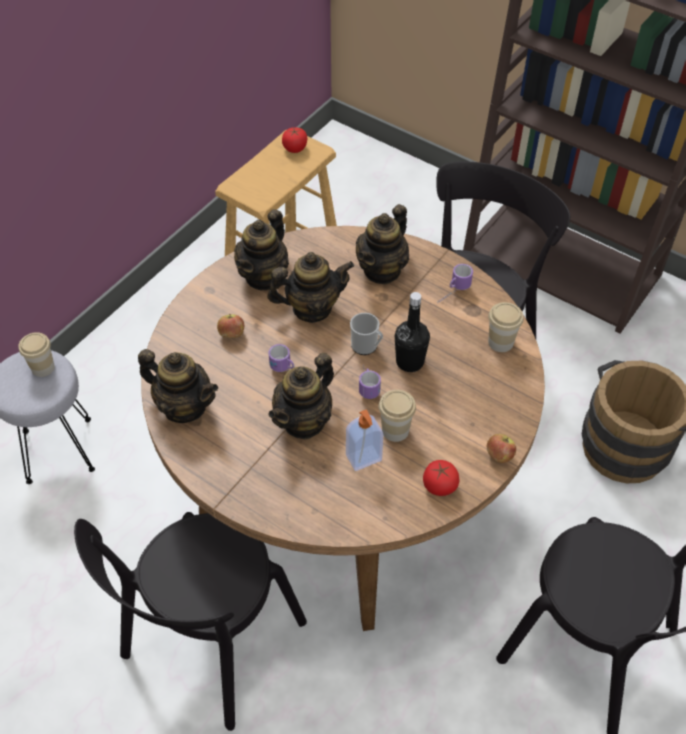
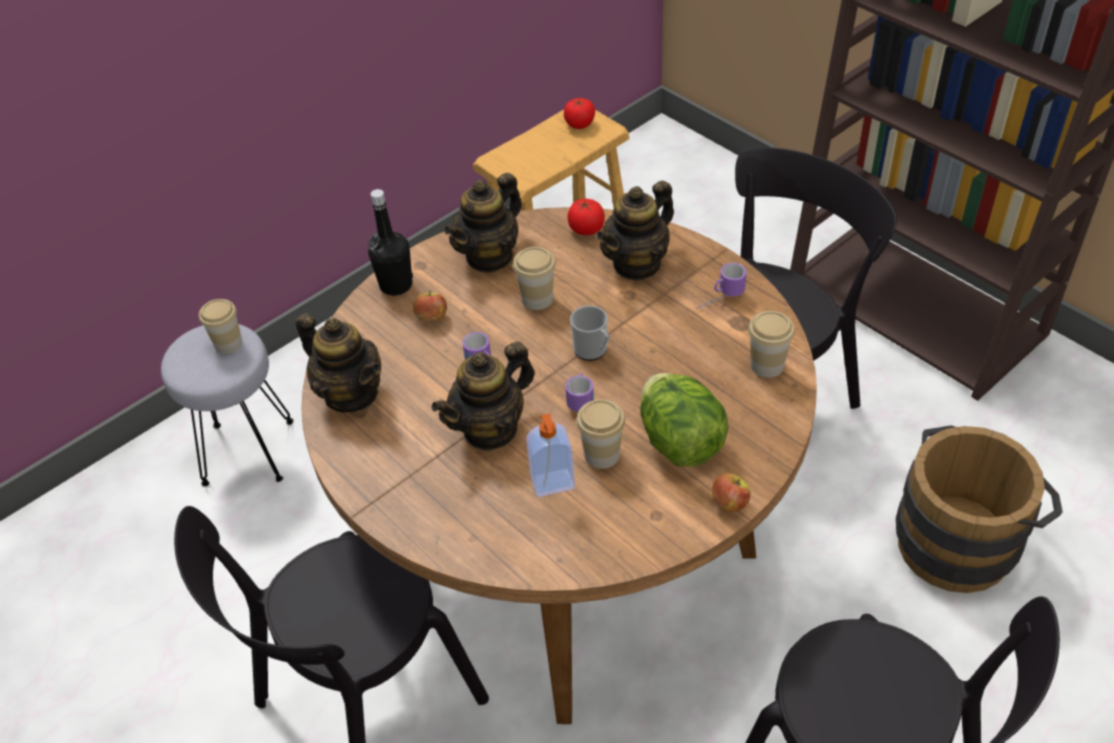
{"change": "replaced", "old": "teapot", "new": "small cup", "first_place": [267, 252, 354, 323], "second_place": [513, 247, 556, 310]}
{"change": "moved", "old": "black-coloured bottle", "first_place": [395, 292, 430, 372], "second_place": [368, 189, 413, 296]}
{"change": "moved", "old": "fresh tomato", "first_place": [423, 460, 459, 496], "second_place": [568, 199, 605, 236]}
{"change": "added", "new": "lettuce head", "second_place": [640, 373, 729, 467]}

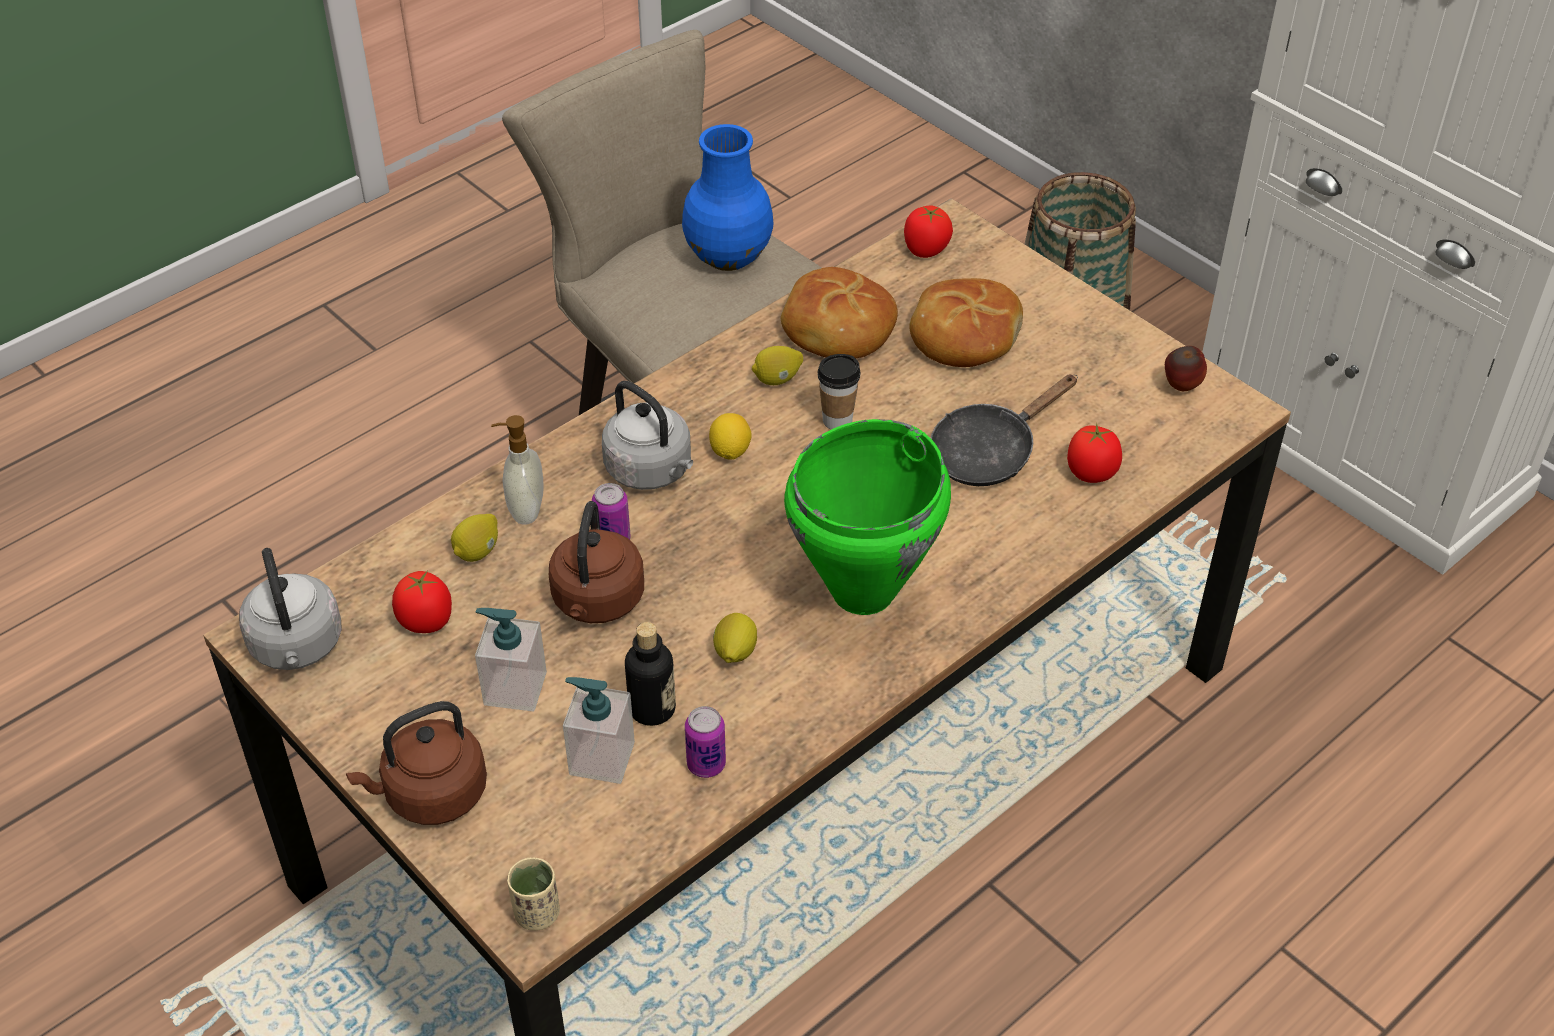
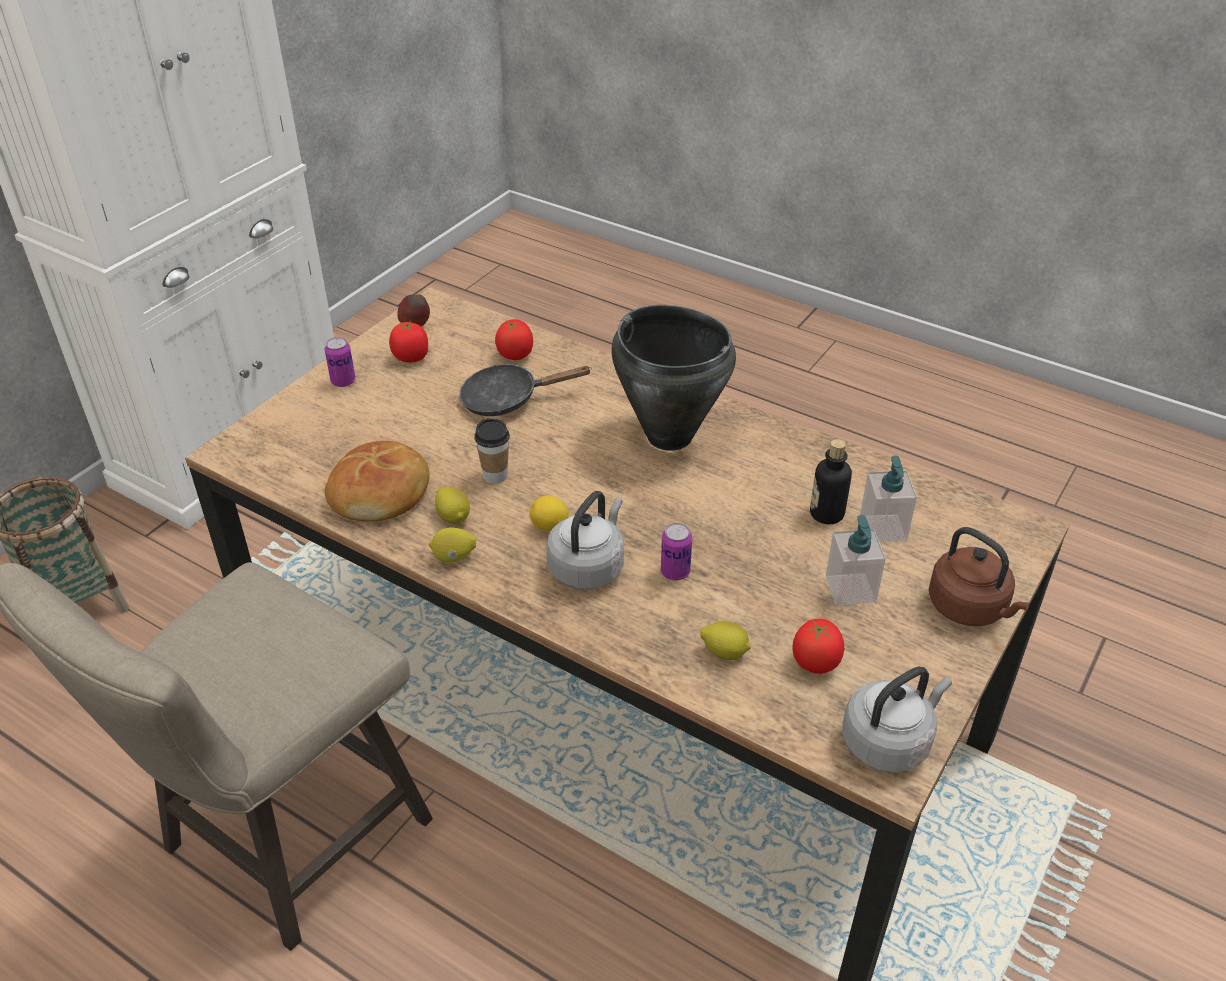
{"change": "removed", "old": "blue-coloured vase", "first_place": [682, 124, 774, 271]}
{"change": "moved", "old": "fresh tomato", "first_place": [904, 206, 953, 258], "second_place": [389, 320, 428, 362]}
{"change": "removed", "old": "bread", "first_place": [909, 278, 1023, 367]}
{"change": "turned", "old": "black-coloured pan", "first_place": [931, 374, 1078, 486], "second_place": [459, 364, 592, 416], "degrees": 135}
{"change": "removed", "old": "soap bottle", "first_place": [491, 415, 544, 525]}
{"change": "recoloured", "old": "green-coloured saucepot", "new": "black-coloured saucepot", "first_place": [784, 419, 951, 615], "second_place": [611, 305, 736, 451]}
{"change": "removed", "old": "brown-coloured water kettle", "first_place": [549, 501, 644, 623]}
{"change": "moved", "old": "citrus fruit", "first_place": [713, 613, 757, 663], "second_place": [429, 527, 476, 563]}
{"change": "moved", "old": "metal can", "first_place": [685, 706, 726, 778], "second_place": [325, 337, 355, 387]}
{"change": "removed", "old": "beige small cup", "first_place": [507, 858, 560, 931]}

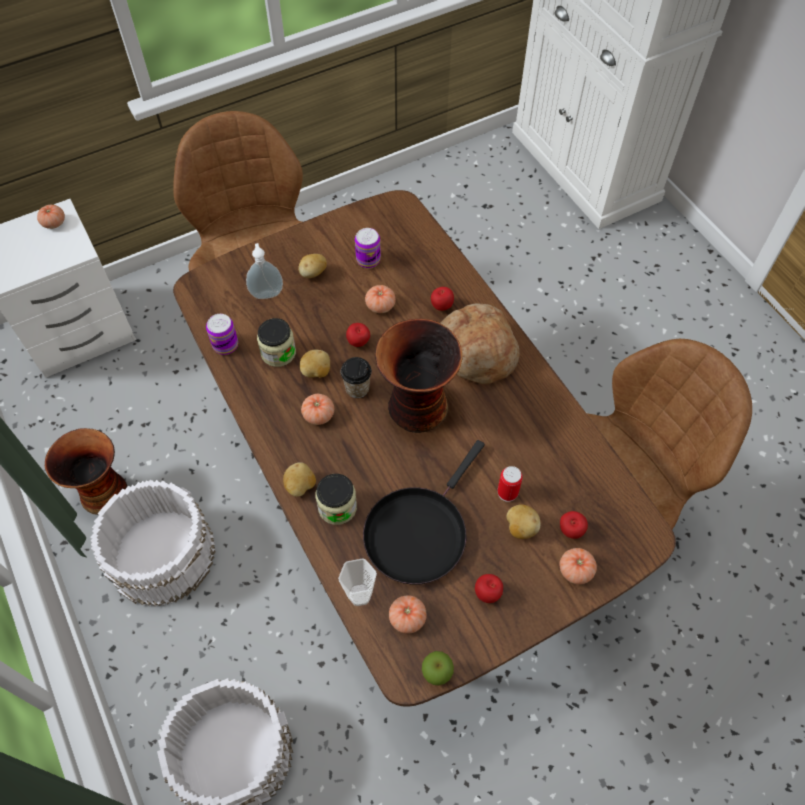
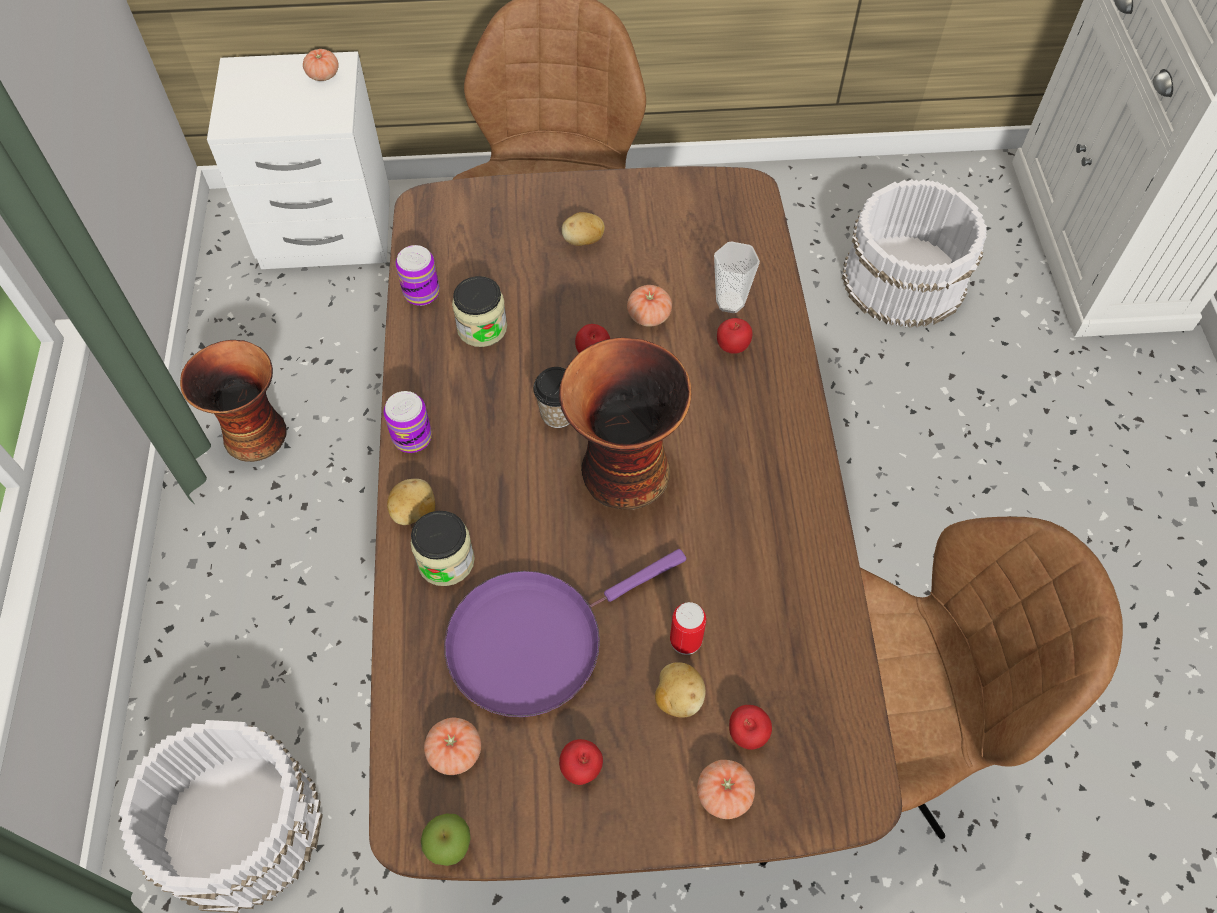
{"change": "moved", "old": "metal can", "first_place": [355, 228, 381, 268], "second_place": [384, 391, 432, 453]}
{"change": "removed", "old": "soap bottle", "first_place": [246, 243, 283, 299]}
{"change": "removed", "old": "bread", "first_place": [441, 303, 520, 385]}
{"change": "removed", "old": "whole potato", "first_place": [300, 349, 330, 378]}
{"change": "removed", "old": "fresh tomato", "first_place": [301, 394, 334, 425]}
{"change": "recoloured", "old": "black-coloured pan", "new": "purple-coloured pan", "first_place": [363, 440, 485, 585], "second_place": [444, 549, 686, 717]}
{"change": "moved", "old": "whitish bucket", "first_place": [90, 480, 215, 607], "second_place": [842, 179, 987, 328]}
{"change": "moved", "old": "small cup", "first_place": [338, 558, 377, 606], "second_place": [714, 241, 760, 313]}

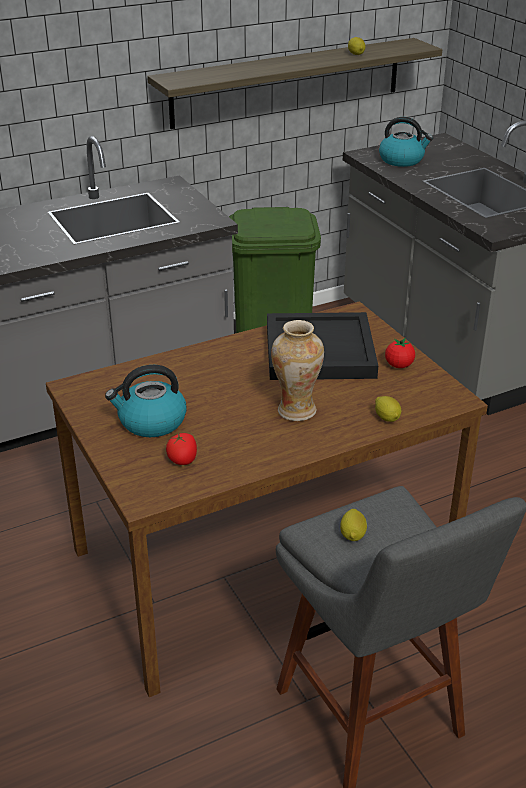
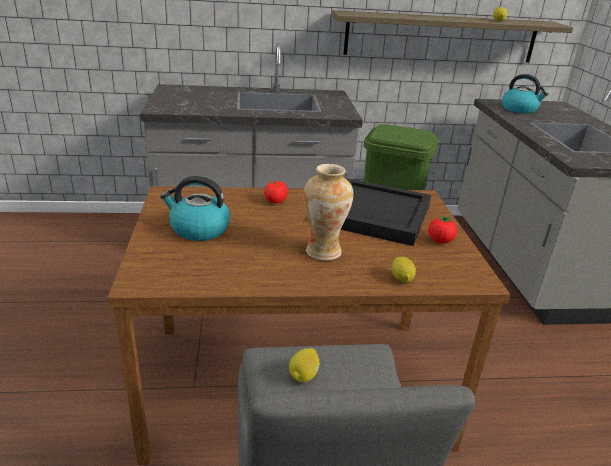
{"change": "moved", "old": "fresh tomato", "first_place": [166, 433, 197, 465], "second_place": [264, 180, 288, 203]}

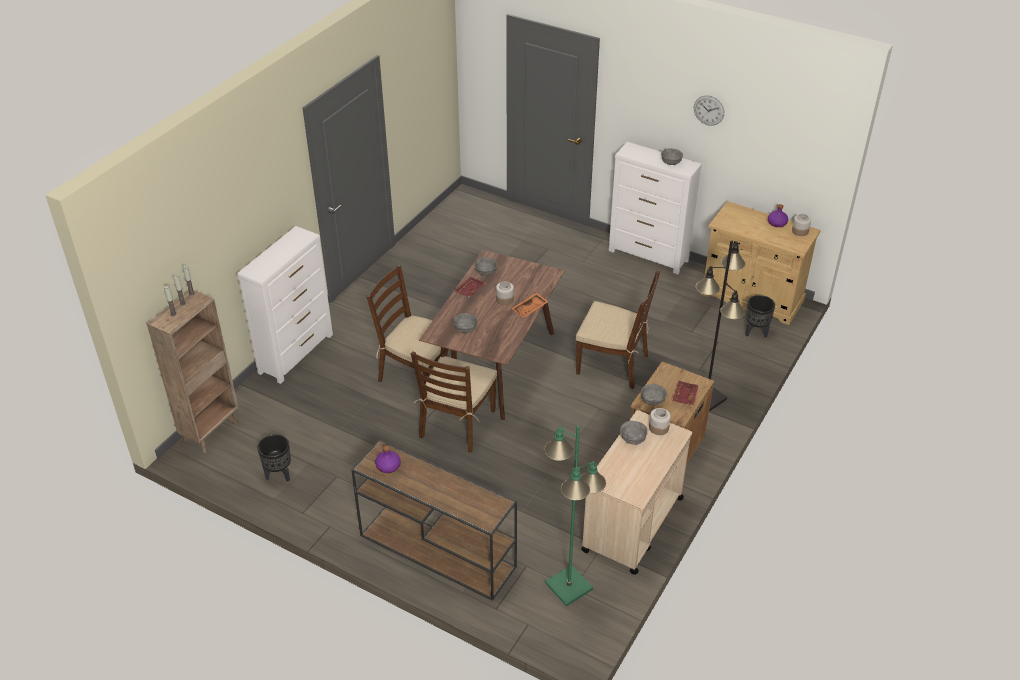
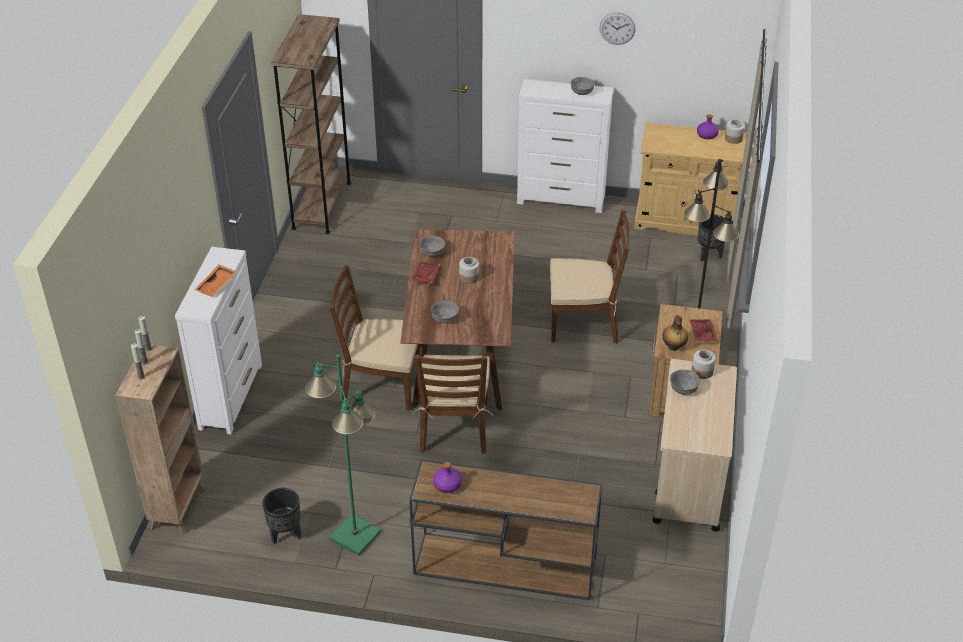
{"change": "moved", "old": "orange-coloured serving tray", "first_place": [511, 293, 548, 318], "second_place": [194, 264, 237, 297]}
{"change": "replaced", "old": "greyish bowl", "new": "bottle", "first_place": [641, 384, 667, 405], "second_place": [663, 315, 688, 351]}
{"change": "moved", "old": "green-coloured standing lamp", "first_place": [544, 425, 606, 606], "second_place": [305, 354, 381, 556]}
{"change": "added", "new": "brown-coloured bookshelf", "second_place": [271, 14, 351, 234]}

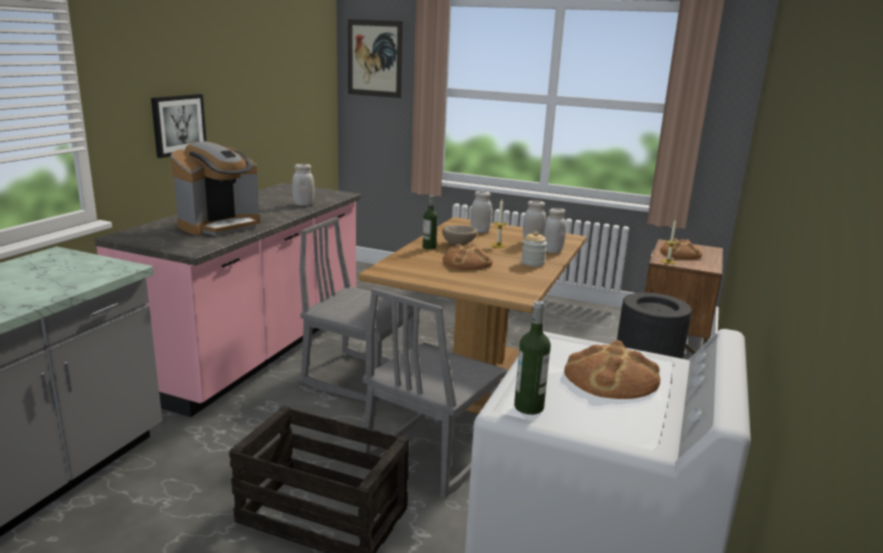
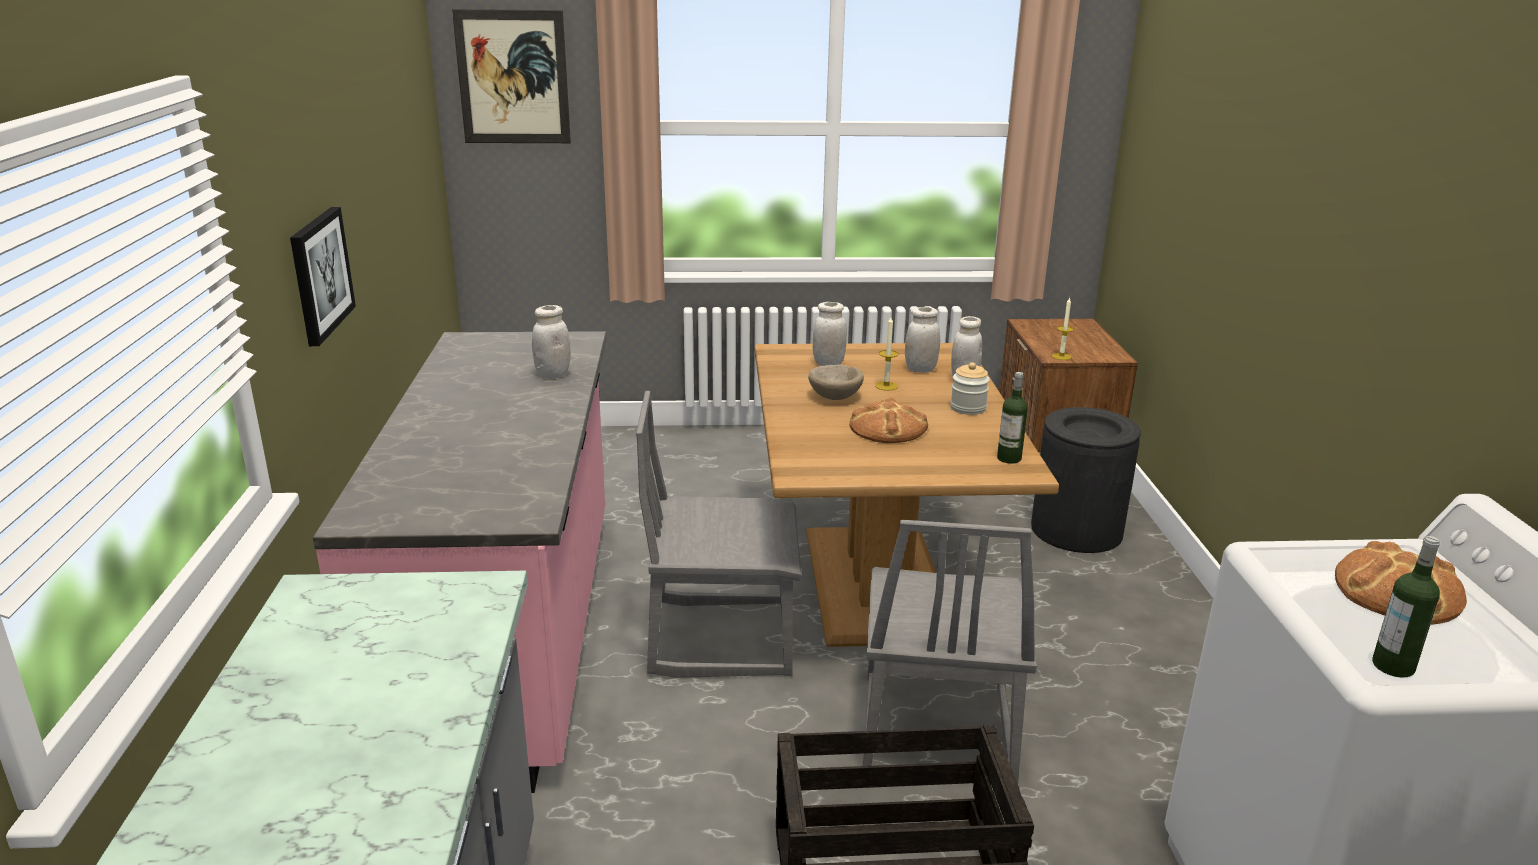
{"change": "removed", "old": "coffee brewer", "first_place": [171, 141, 260, 236]}
{"change": "moved", "old": "bottle", "first_place": [423, 195, 438, 250], "second_place": [997, 372, 1028, 464]}
{"change": "removed", "old": "bread", "first_place": [660, 239, 702, 259]}

